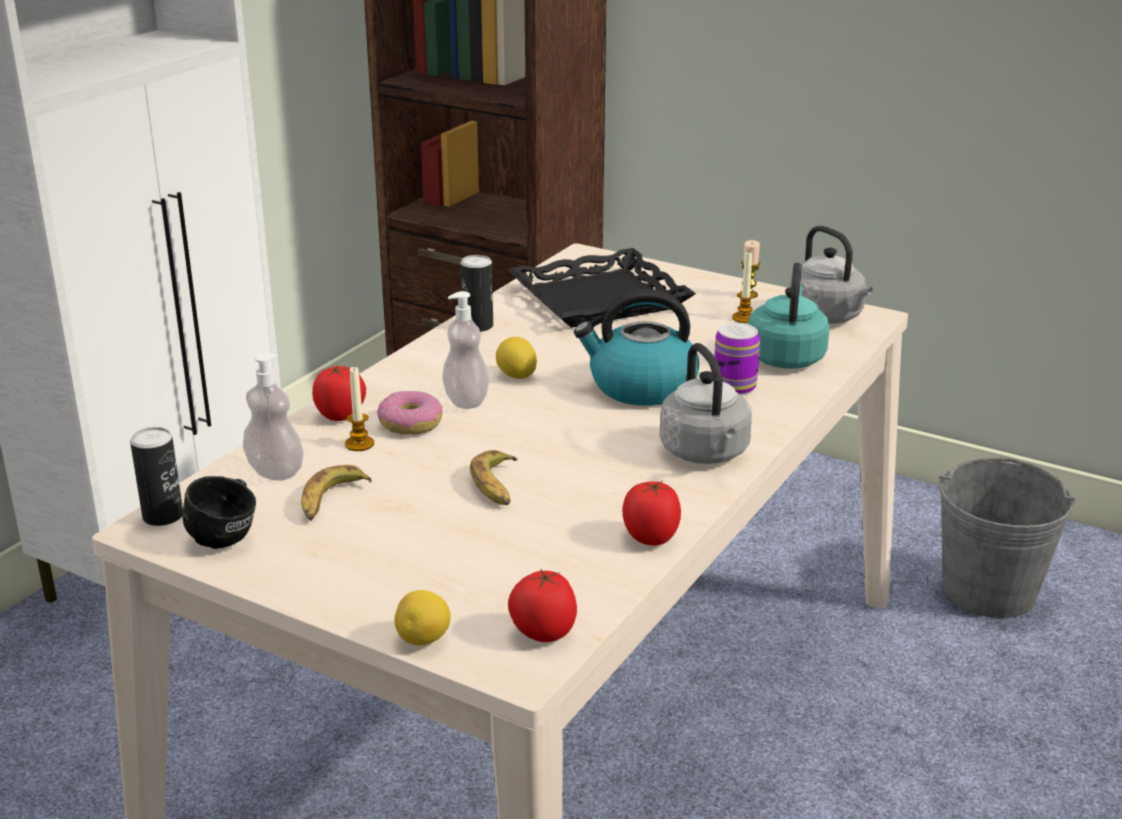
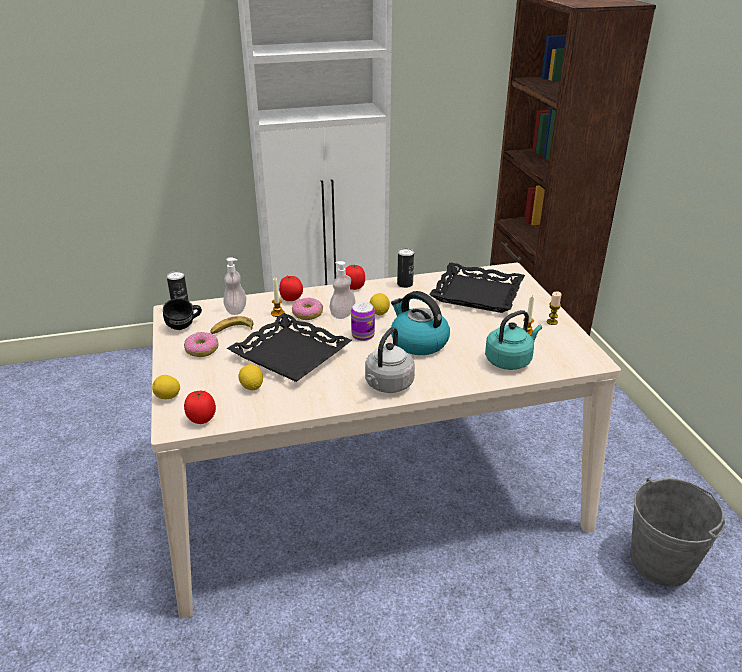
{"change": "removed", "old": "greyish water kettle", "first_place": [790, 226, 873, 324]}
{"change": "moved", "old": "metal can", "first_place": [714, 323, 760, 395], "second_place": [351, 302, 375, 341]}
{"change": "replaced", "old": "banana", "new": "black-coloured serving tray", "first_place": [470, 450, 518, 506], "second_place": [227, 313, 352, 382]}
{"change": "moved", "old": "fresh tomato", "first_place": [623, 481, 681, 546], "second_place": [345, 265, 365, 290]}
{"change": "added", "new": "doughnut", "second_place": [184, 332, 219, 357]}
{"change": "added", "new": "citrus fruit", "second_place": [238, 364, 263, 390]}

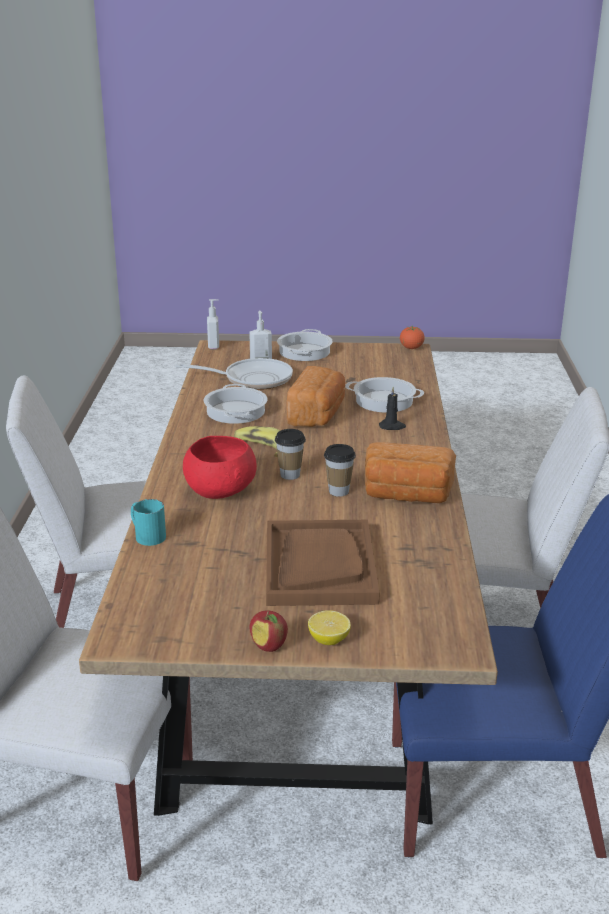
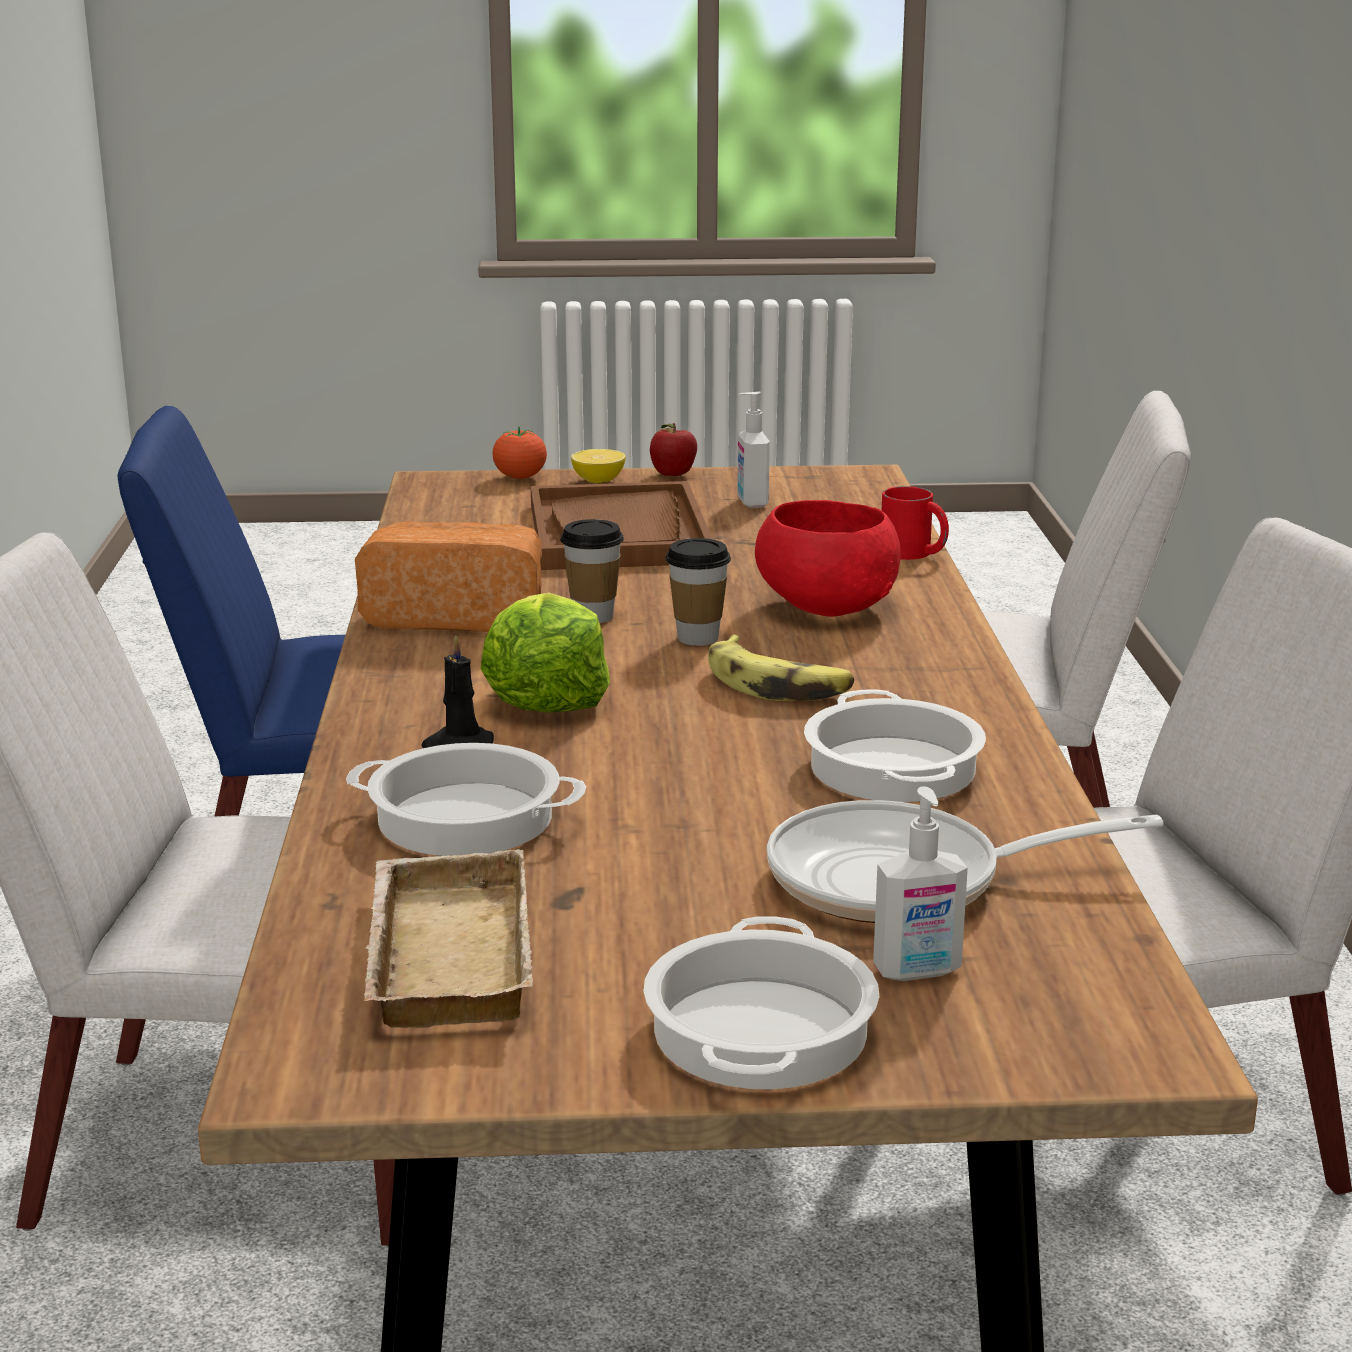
{"change": "moved", "old": "soap bottle", "first_place": [207, 299, 219, 350], "second_place": [737, 392, 770, 508]}
{"change": "moved", "old": "fresh tomato", "first_place": [400, 326, 425, 349], "second_place": [492, 426, 547, 479]}
{"change": "removed", "old": "bread", "first_place": [287, 366, 345, 427]}
{"change": "recoloured", "old": "blue-green mug", "new": "reddish mug", "first_place": [131, 499, 166, 546], "second_place": [882, 486, 949, 560]}
{"change": "added", "new": "lettuce head", "second_place": [481, 593, 610, 713]}
{"change": "added", "new": "beige serving tray", "second_place": [364, 849, 533, 1028]}

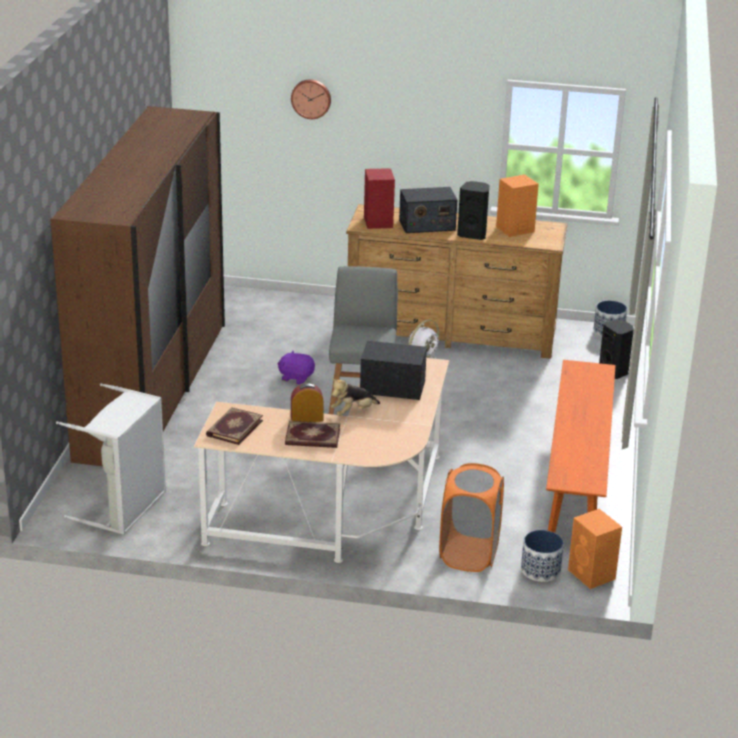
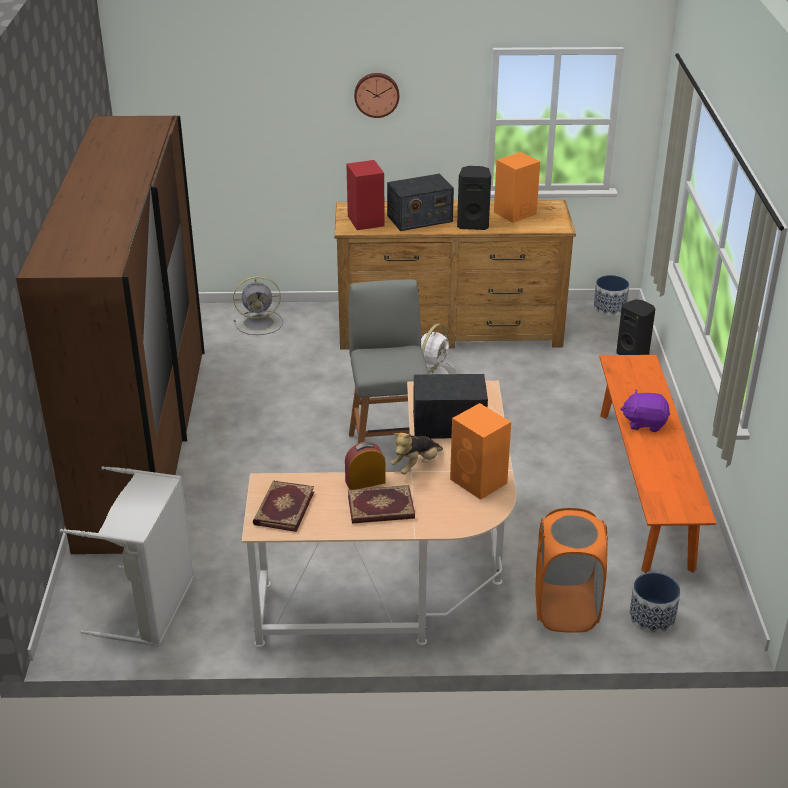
{"change": "moved", "old": "clock on the wall", "first_place": [291, 79, 331, 119], "second_place": [354, 73, 399, 118]}
{"change": "moved", "old": "purple-coloured plush toy", "first_place": [277, 351, 315, 384], "second_place": [620, 389, 670, 432]}
{"change": "moved", "old": "orange-coloured loudspeaker", "first_place": [568, 509, 622, 589], "second_place": [450, 403, 511, 500]}
{"change": "added", "new": "greyish cooling fan", "second_place": [233, 276, 283, 335]}

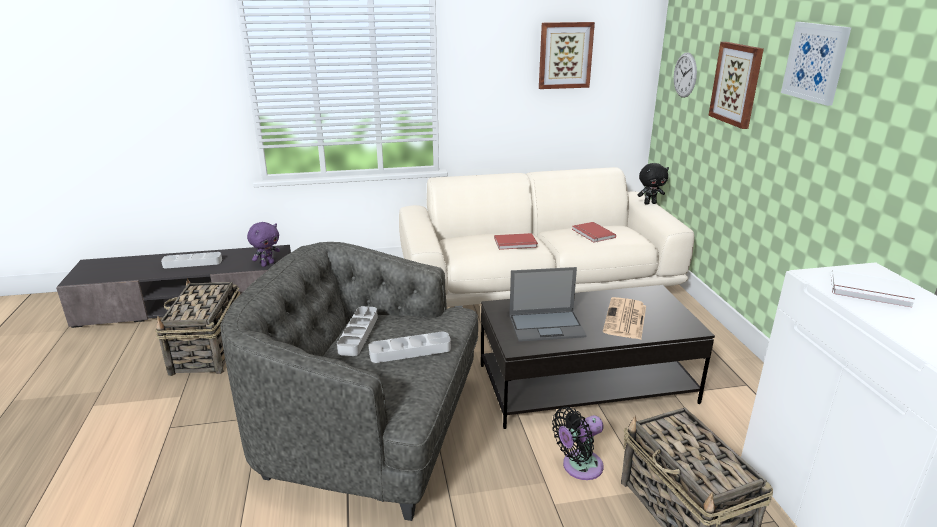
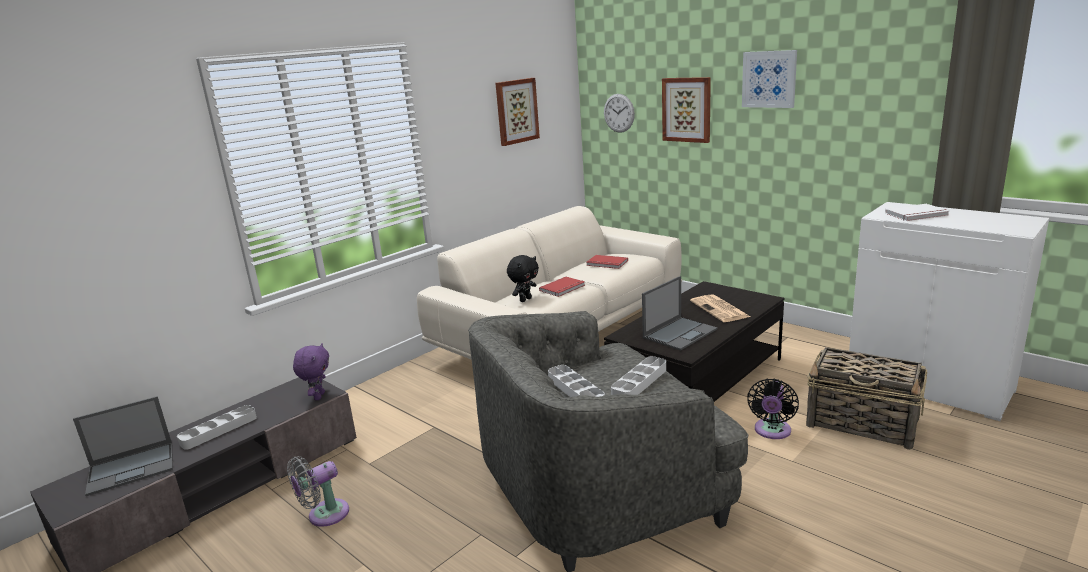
{"change": "moved", "old": "black-coloured plush toy", "first_place": [638, 163, 669, 205], "second_place": [507, 255, 539, 302]}
{"change": "replaced", "old": "household basket", "new": "greyish cooling fan", "first_place": [155, 278, 240, 376], "second_place": [287, 456, 349, 527]}
{"change": "added", "new": "portable computer", "second_place": [73, 396, 173, 496]}

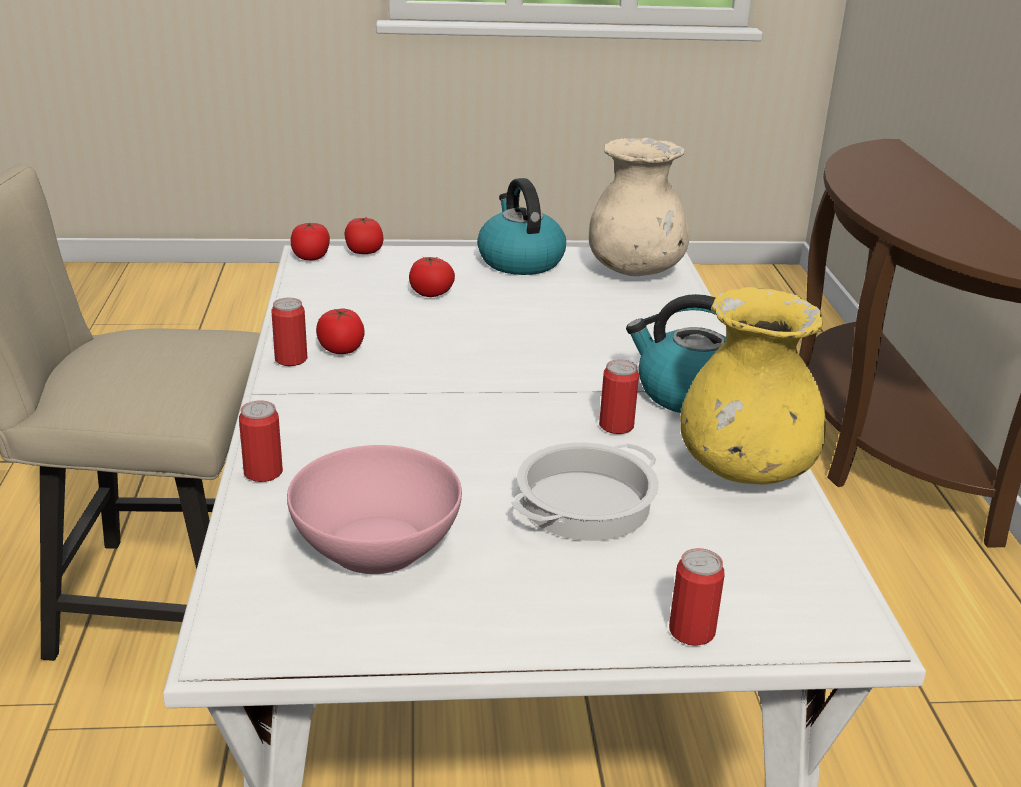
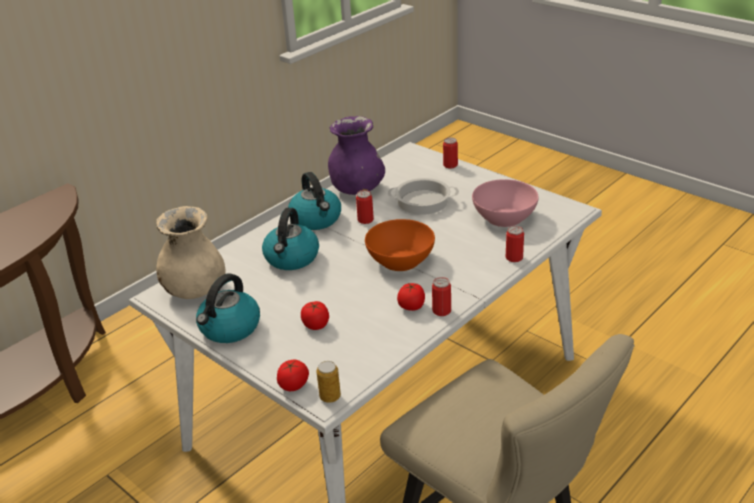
{"change": "replaced", "old": "fresh tomato", "new": "metal can", "first_place": [291, 222, 330, 260], "second_place": [316, 361, 341, 403]}
{"change": "recoloured", "old": "yellow-coloured vase", "new": "purple-coloured vase", "first_place": [680, 287, 826, 484], "second_place": [328, 116, 385, 195]}
{"change": "added", "new": "water kettle", "second_place": [262, 208, 319, 270]}
{"change": "added", "new": "orange-coloured bowl", "second_place": [365, 219, 435, 271]}

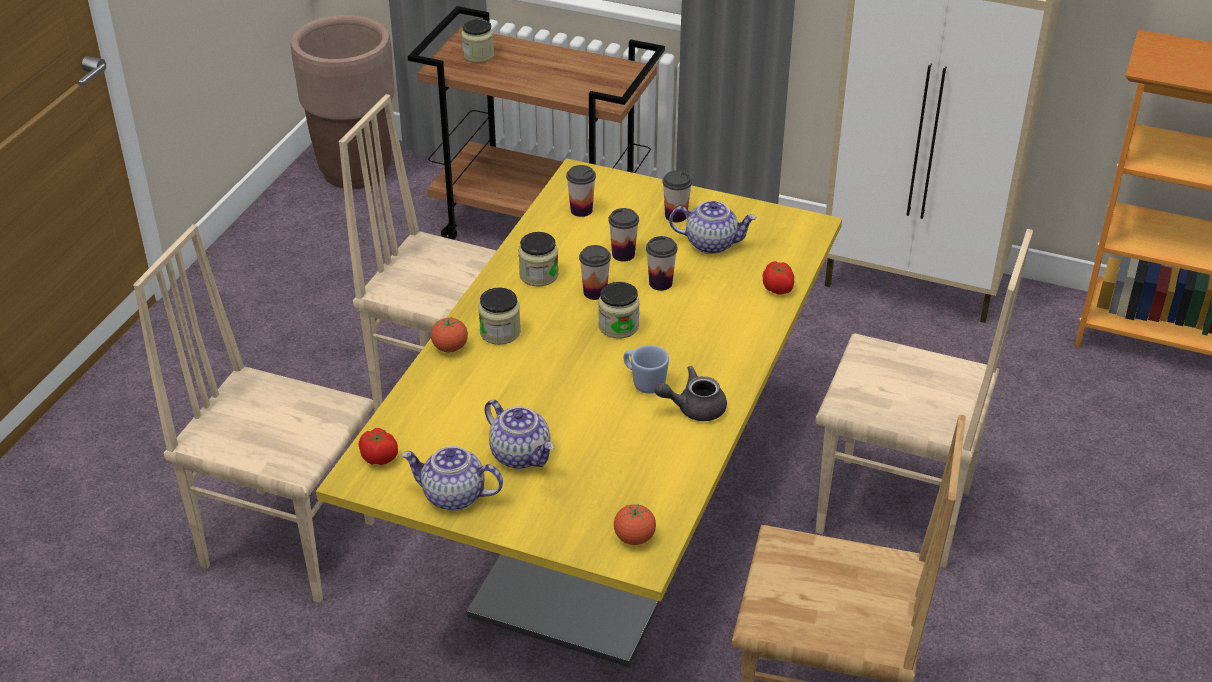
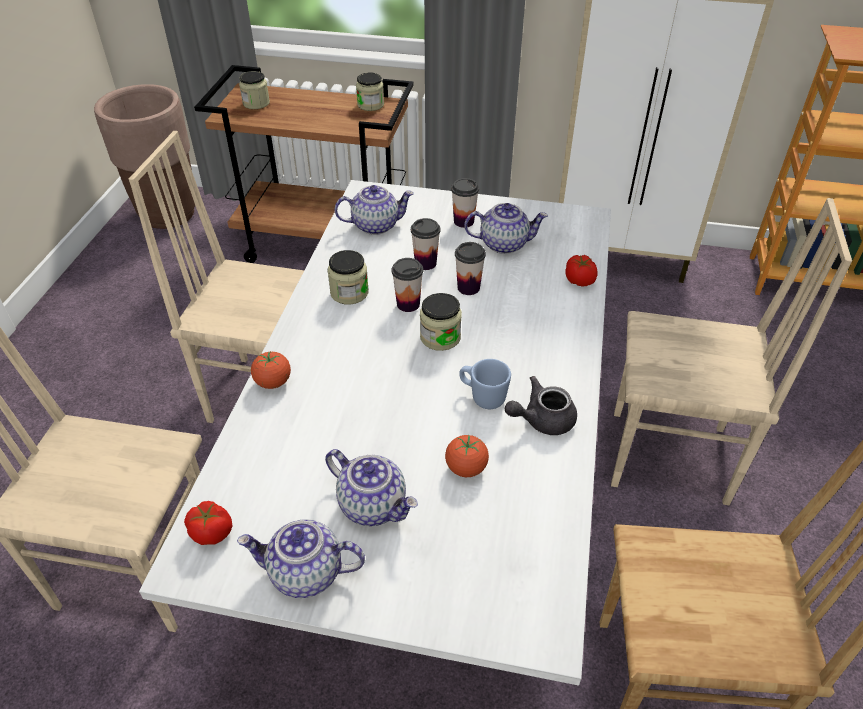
{"change": "recoloured", "old": "yellow-coloured dining table", "new": "whitish dining table", "first_place": [316, 158, 842, 667], "second_place": [139, 180, 611, 686]}
{"change": "replaced", "old": "small cup", "new": "teapot", "first_place": [566, 165, 596, 217], "second_place": [334, 185, 414, 235]}
{"change": "moved", "old": "storage jar", "first_place": [478, 288, 521, 345], "second_place": [356, 72, 384, 111]}
{"change": "moved", "old": "fresh tomato", "first_place": [614, 504, 656, 545], "second_place": [445, 435, 489, 477]}

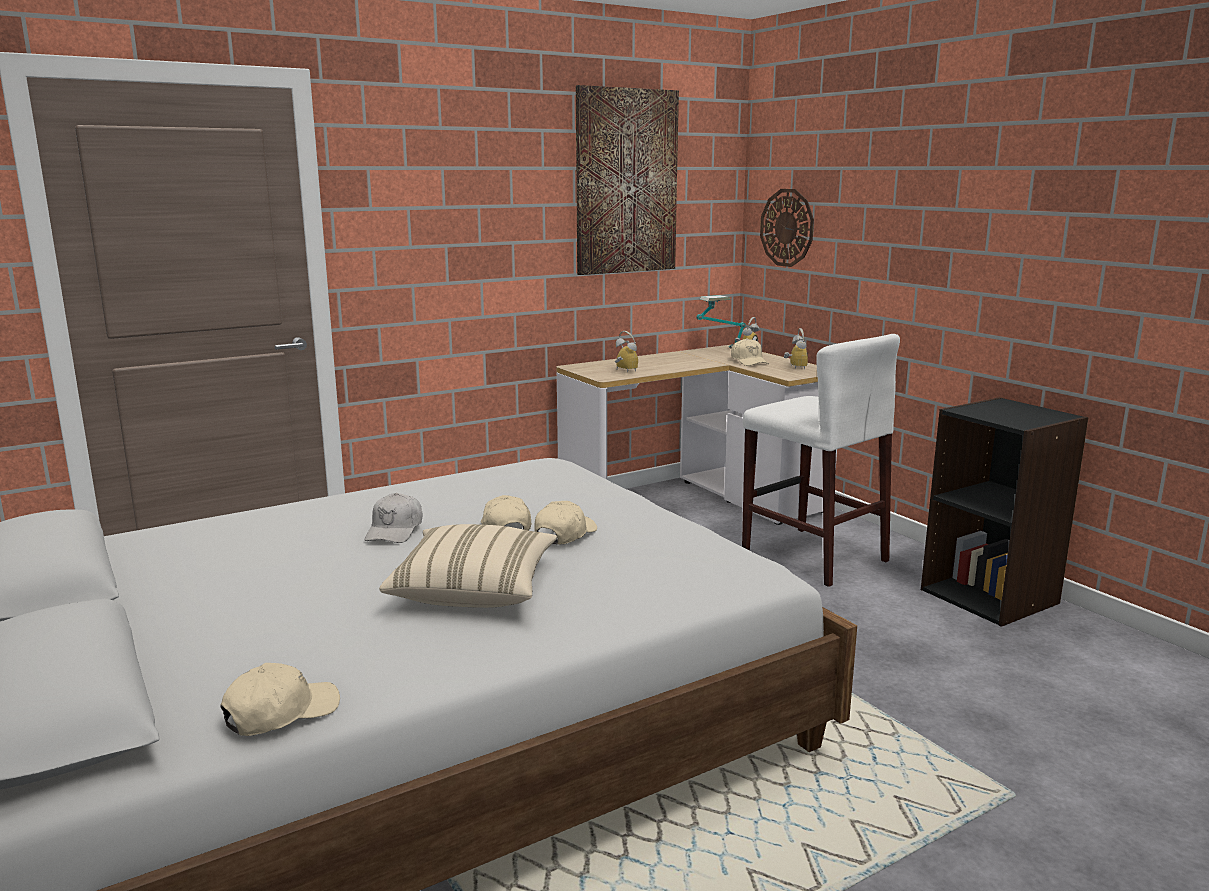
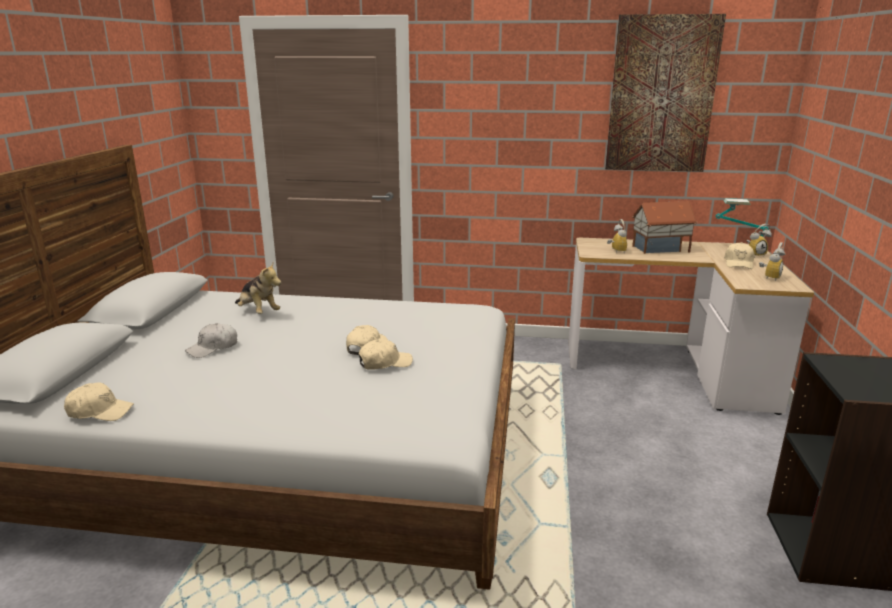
{"change": "removed", "old": "clock on the wall", "first_place": [760, 189, 814, 267]}
{"change": "removed", "old": "whitish sitting stool", "first_place": [742, 334, 900, 587]}
{"change": "moved", "old": "whitish cap", "first_place": [365, 493, 422, 543], "second_place": [185, 323, 237, 358]}
{"change": "removed", "old": "beige pillow", "first_place": [379, 524, 557, 608]}
{"change": "added", "new": "model house", "second_place": [632, 201, 697, 254]}
{"change": "added", "new": "plush toy", "second_place": [235, 262, 281, 314]}

